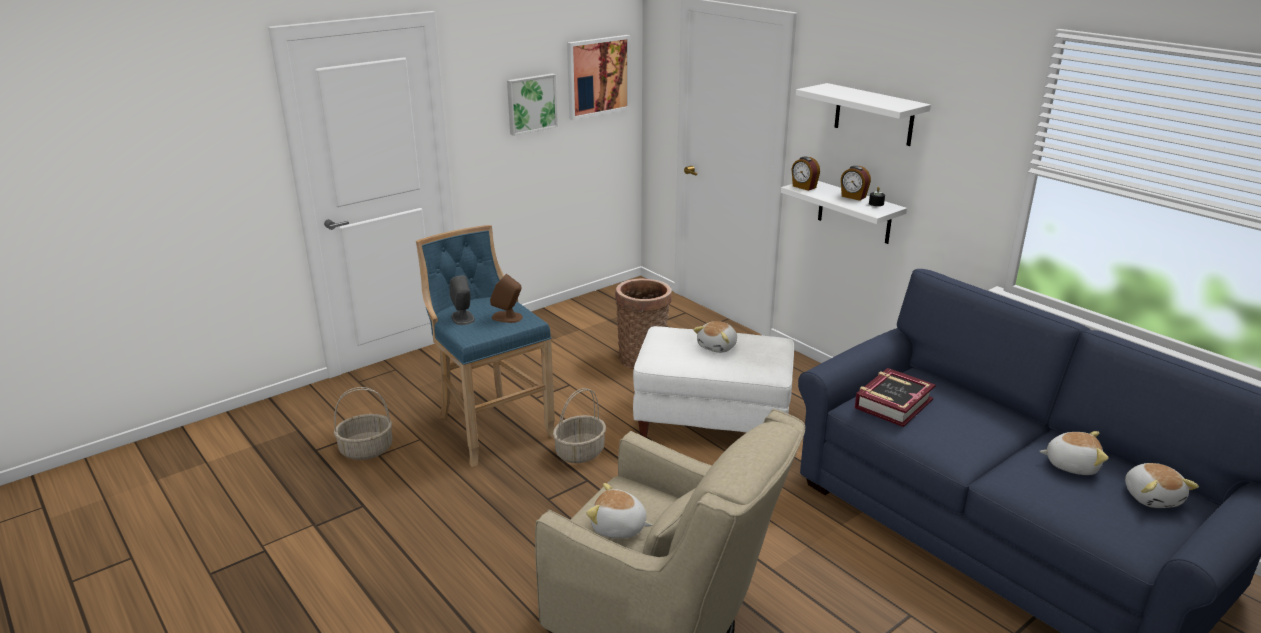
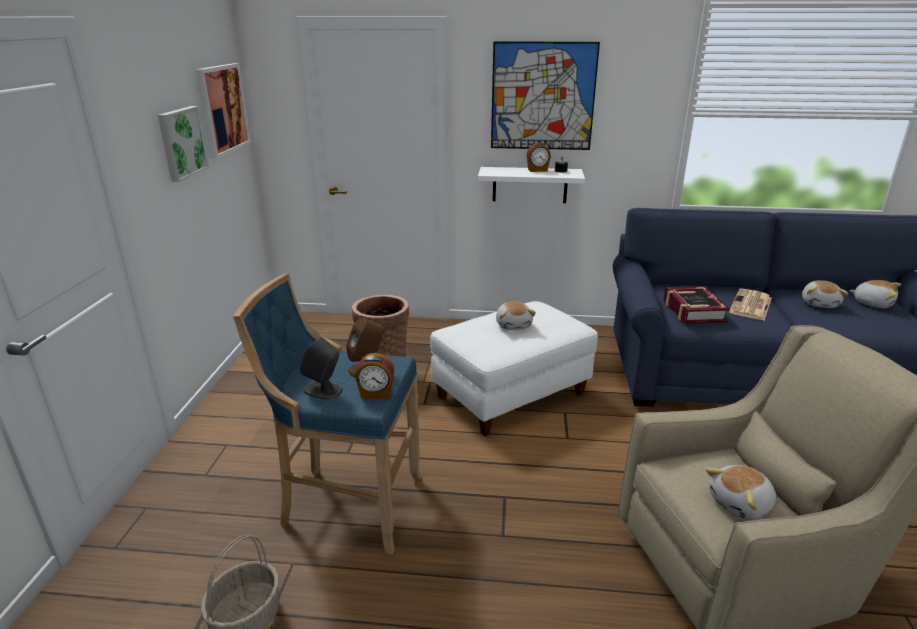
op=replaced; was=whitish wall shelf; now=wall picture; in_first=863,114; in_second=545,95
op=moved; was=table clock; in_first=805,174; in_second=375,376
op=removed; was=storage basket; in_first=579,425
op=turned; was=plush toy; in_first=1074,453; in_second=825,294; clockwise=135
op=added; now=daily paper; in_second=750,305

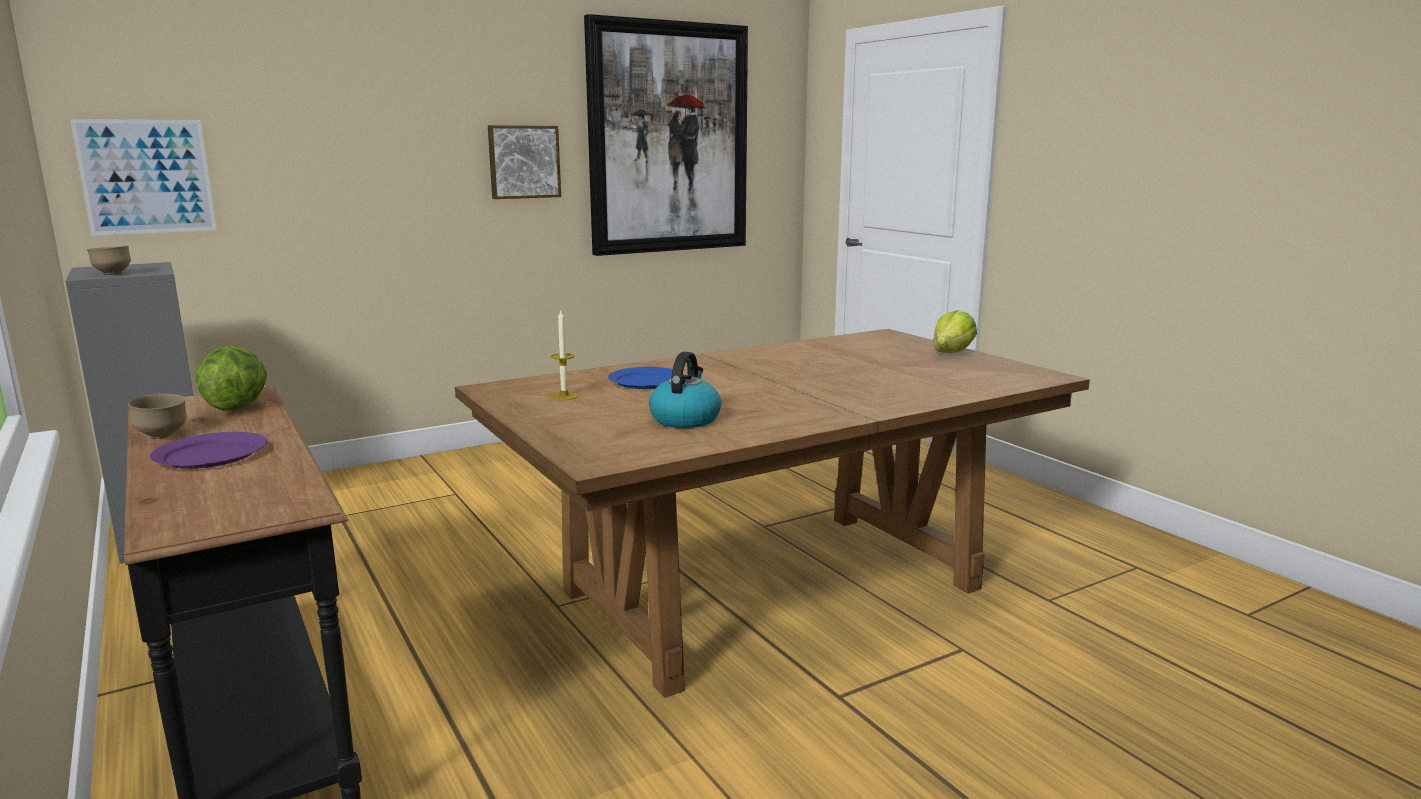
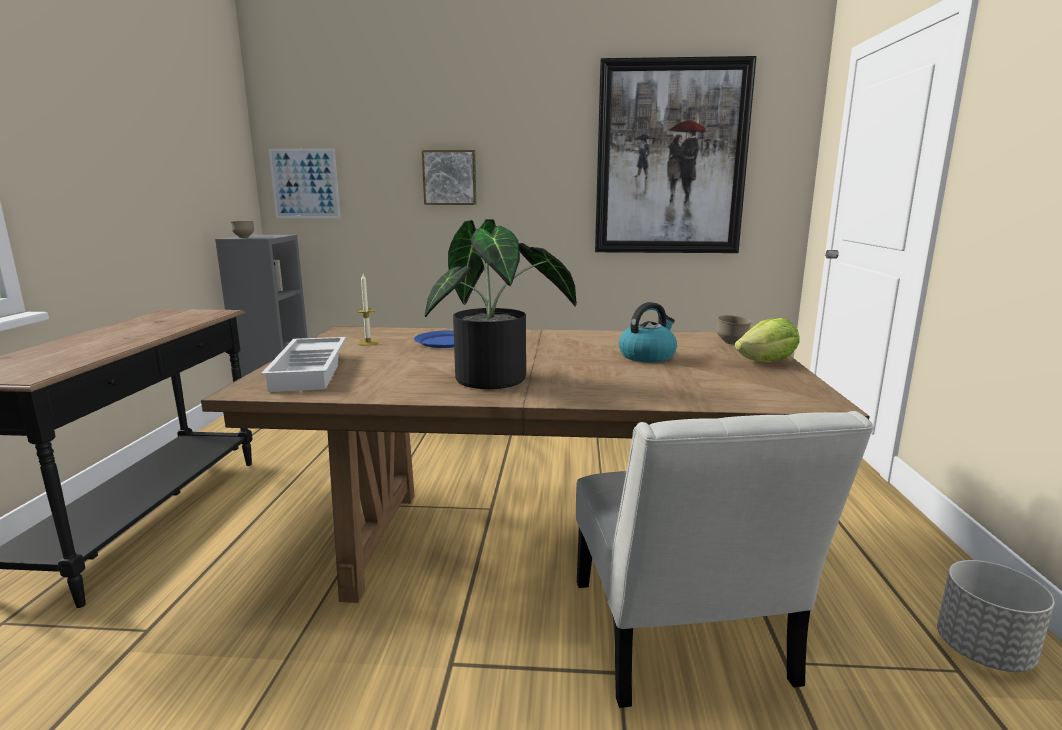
op=moved; was=wall picture; in_first=524,162; in_second=449,177
op=removed; was=head of lettuce; in_first=231,378
op=moved; was=water kettle; in_first=685,390; in_second=648,332
op=moved; was=brown-coloured deep dish; in_first=157,416; in_second=733,329
op=removed; was=purple flat dish; in_first=208,450
op=added; now=houseplant; in_second=501,304
op=added; now=whitish tray; in_second=303,364
op=added; now=whitish upright chair; in_second=725,559
op=added; now=greyish plant pot; in_second=995,616

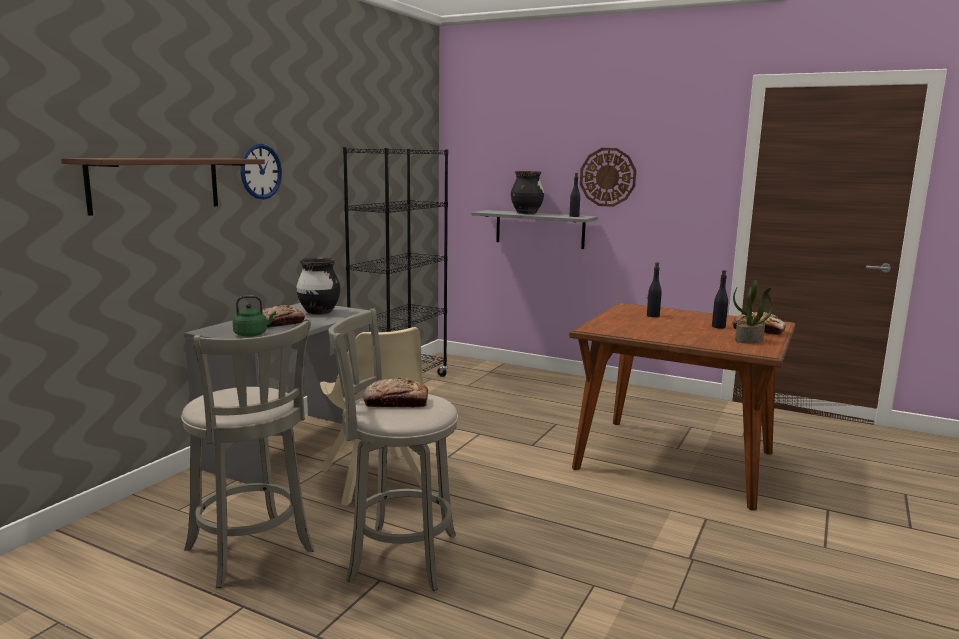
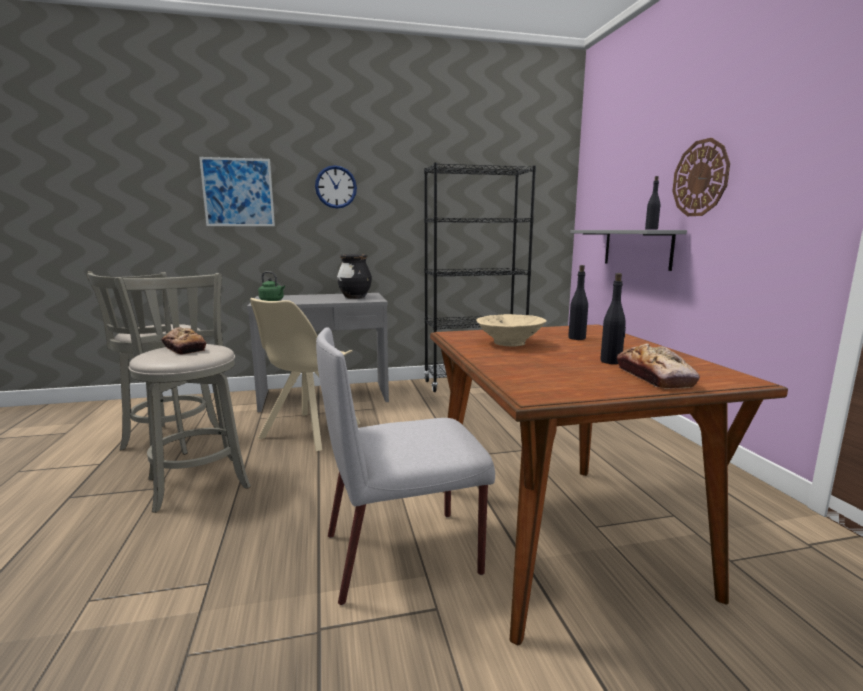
op=replaced; was=brown-coloured wall shelf; now=wall picture; in_first=163,187; in_second=237,191
op=removed; was=blackish vase; in_first=527,192
op=removed; was=houseplant; in_first=753,311
op=removed; was=bakery bread; in_first=283,316
op=added; now=beige deep dish; in_second=511,330
op=added; now=greyish upright chair; in_second=405,466

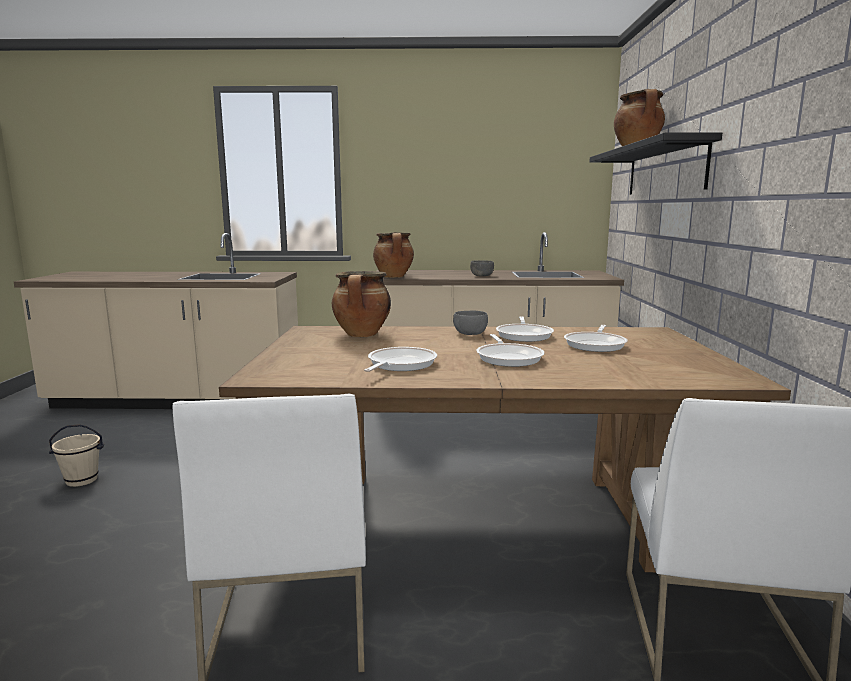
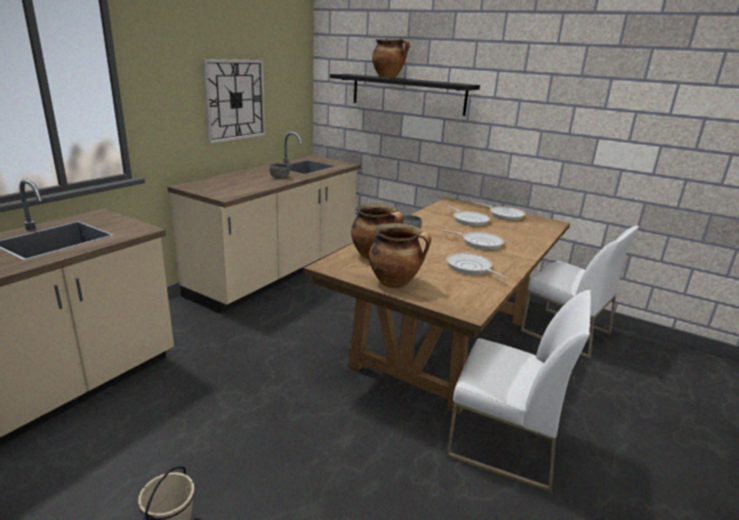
op=moved; was=cooking pot; in_first=393,255; in_second=400,255
op=moved; was=skillet; in_first=525,329; in_second=500,211
op=added; now=hanging clock; in_second=233,101

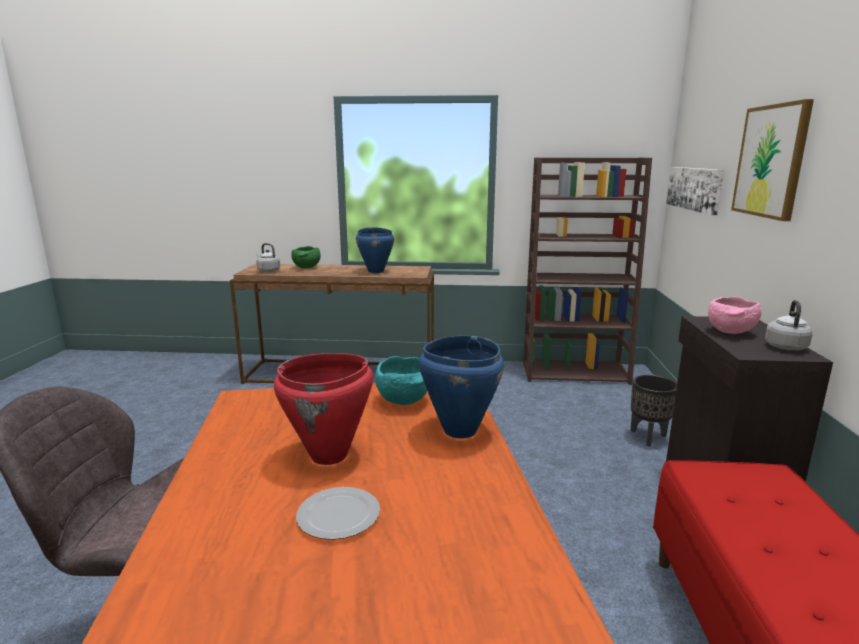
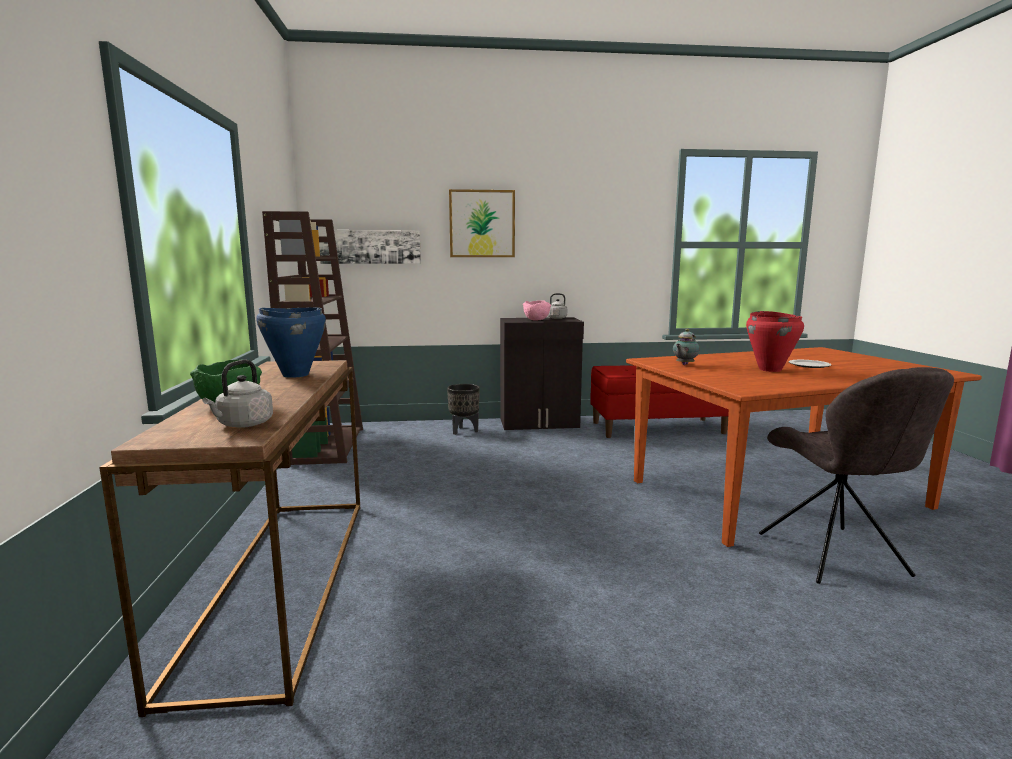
op=removed; was=bluish cooking pot; in_first=461,387
op=replaced; was=turquoise deep dish; now=tea pot; in_first=401,380; in_second=686,347

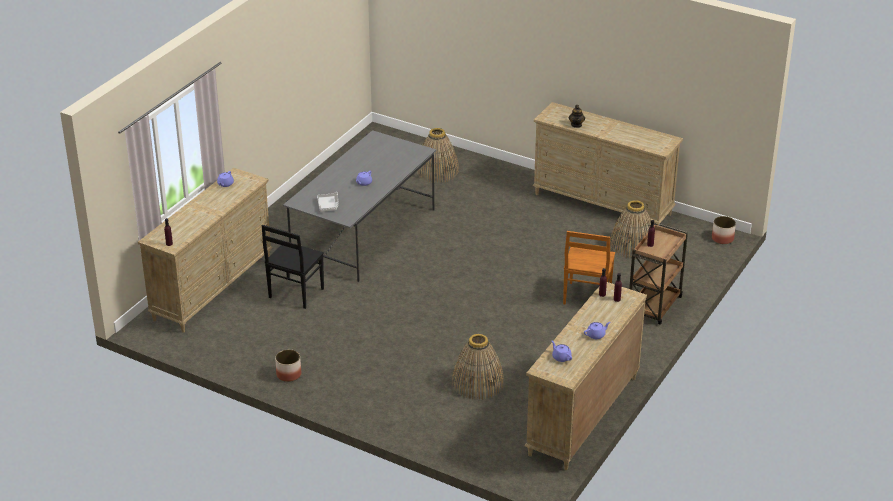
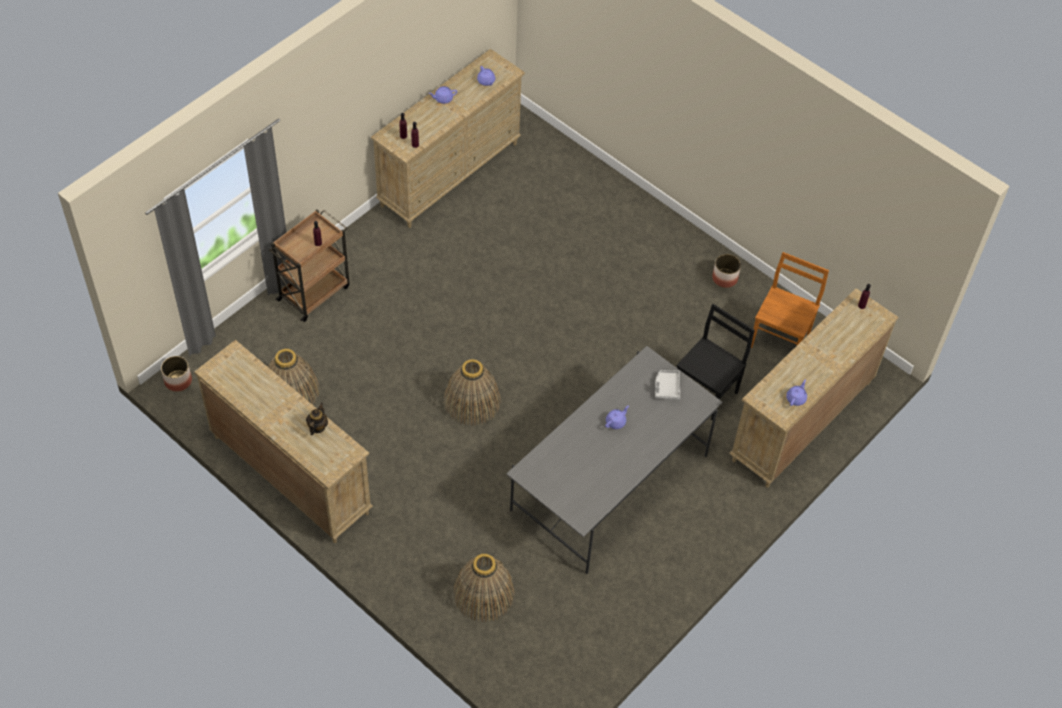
op=moved; was=brown-coloured upright chair; in_first=589,267; in_second=790,300
op=moved; was=storage basket; in_first=478,367; in_second=472,392

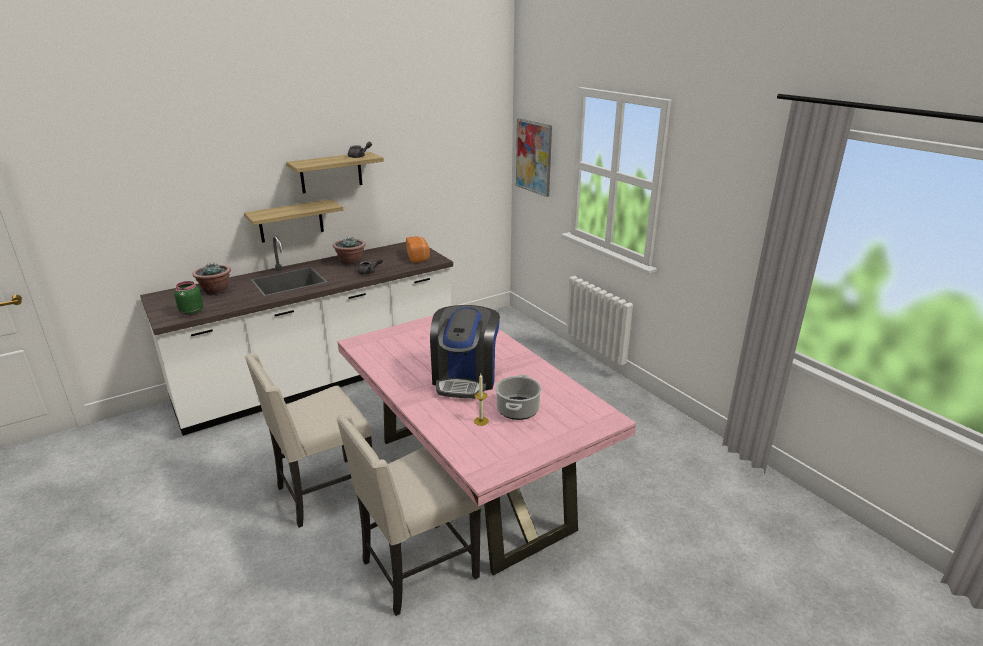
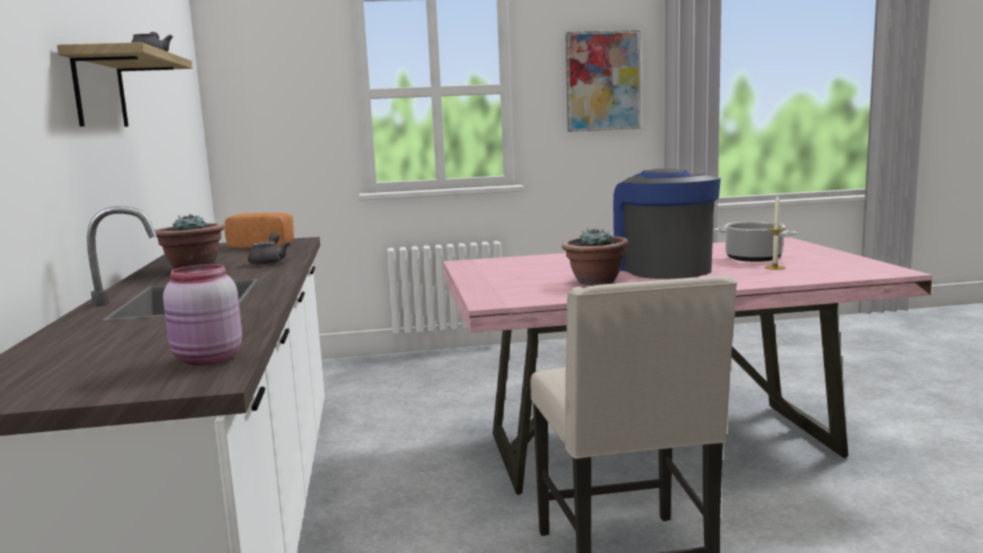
op=moved; was=wall picture; in_first=534,157; in_second=603,81
op=removed; was=wall shelf; in_first=293,221
op=moved; was=houseplant; in_first=211,279; in_second=595,257
op=recoloured; was=green-coloured preserve jar; now=pinkish preserve jar; in_first=188,298; in_second=202,315
op=turned; was=coffee maker; in_first=465,351; in_second=667,223; clockwise=-135
op=removed; was=beige upright chair; in_first=409,515

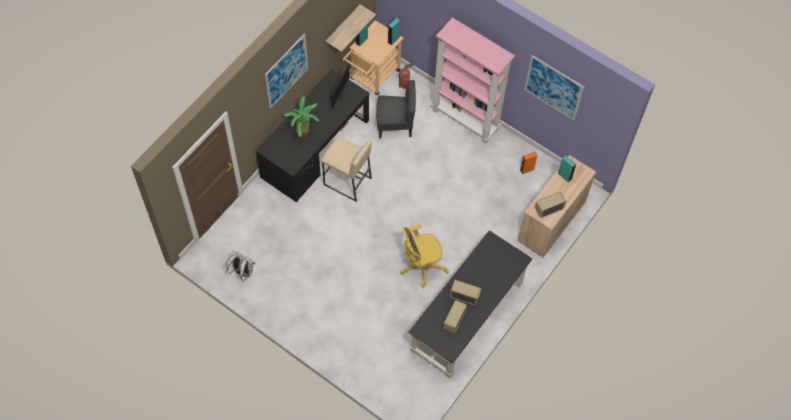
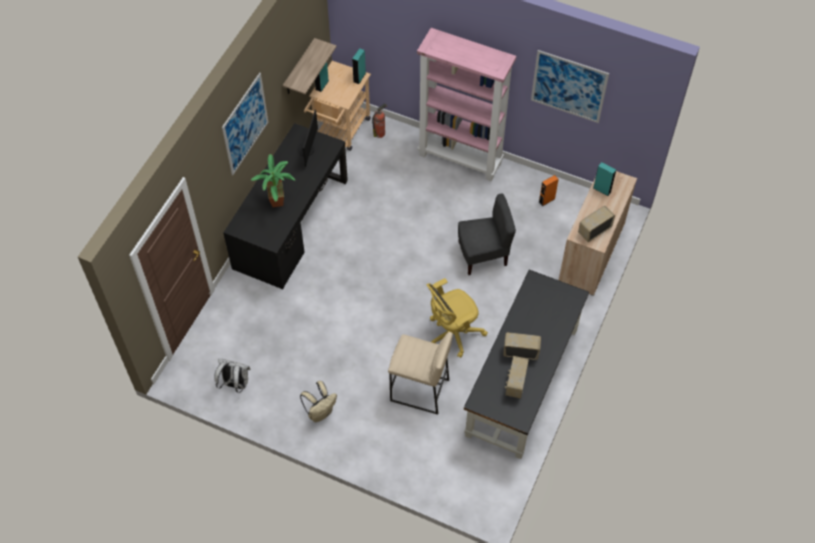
op=moved; was=greyish upright chair; in_first=396,109; in_second=487,234
op=moved; was=beige stool; in_first=346,168; in_second=420,373
op=added; now=beige backpack; in_second=318,401

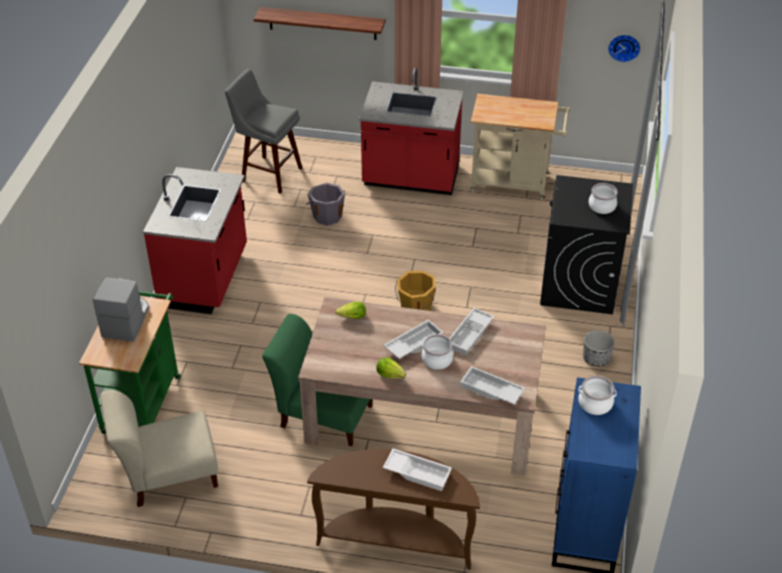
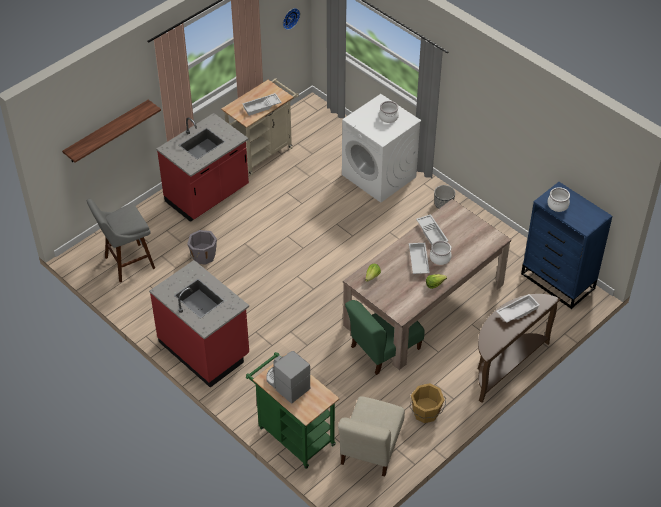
op=recoloured; was=blackish laundry machine; now=whitish laundry machine; in_first=586,244; in_second=381,148
op=moved; was=orange-coloured bucket; in_first=415,291; in_second=428,403
op=moved; was=whitish tray; in_first=492,385; in_second=262,104

